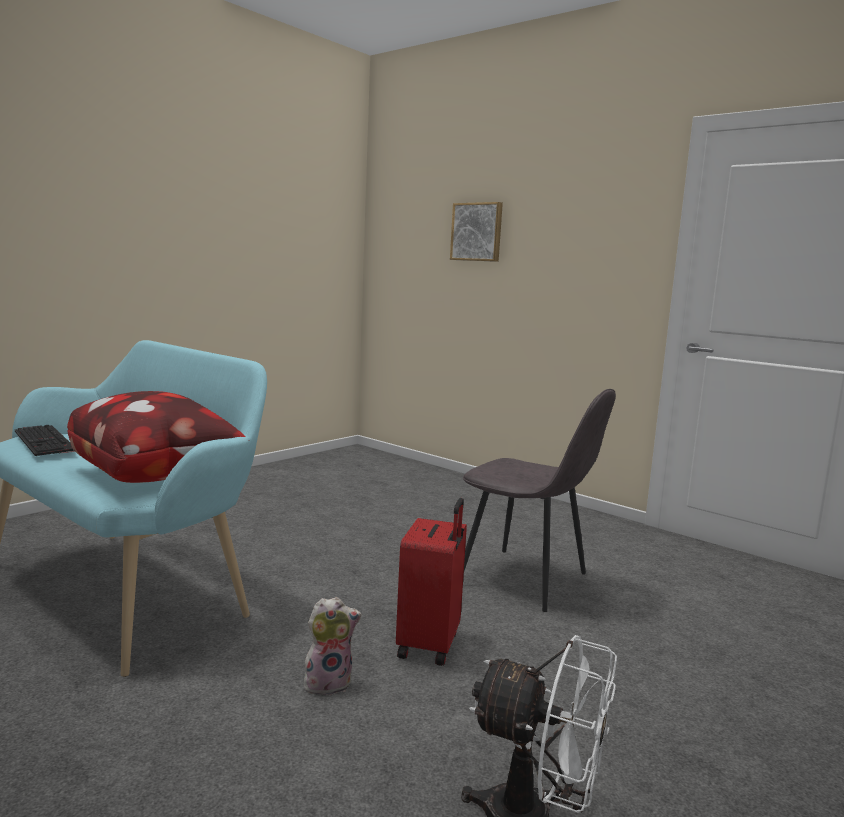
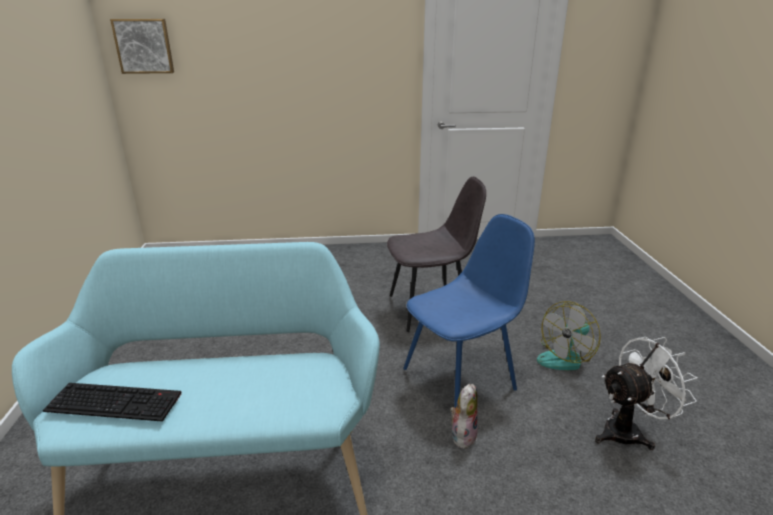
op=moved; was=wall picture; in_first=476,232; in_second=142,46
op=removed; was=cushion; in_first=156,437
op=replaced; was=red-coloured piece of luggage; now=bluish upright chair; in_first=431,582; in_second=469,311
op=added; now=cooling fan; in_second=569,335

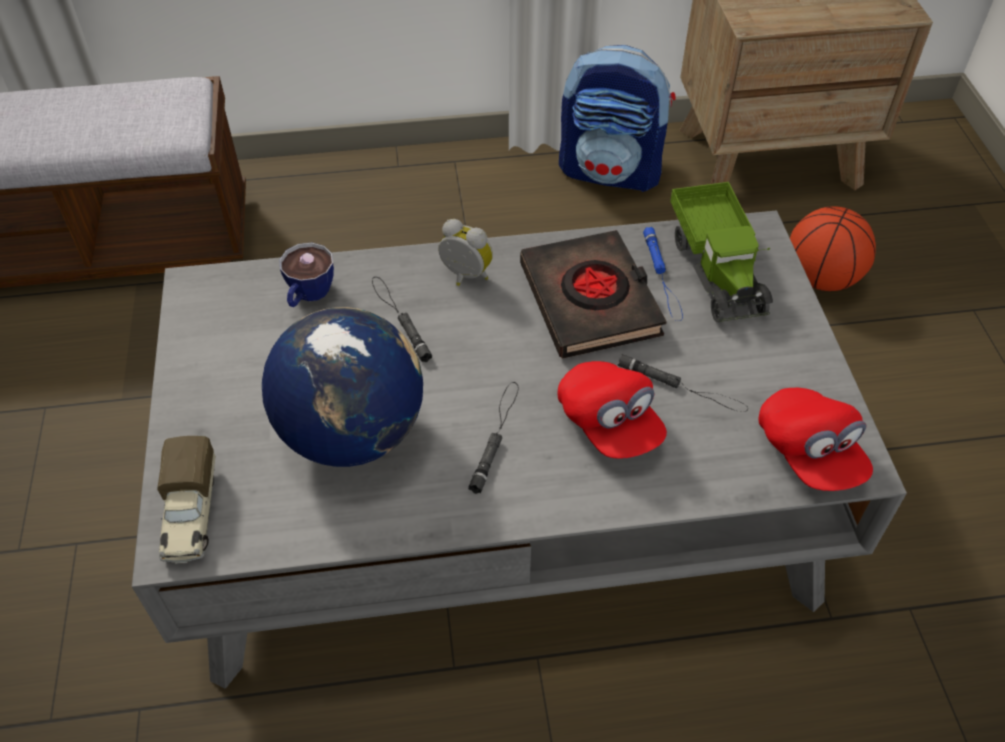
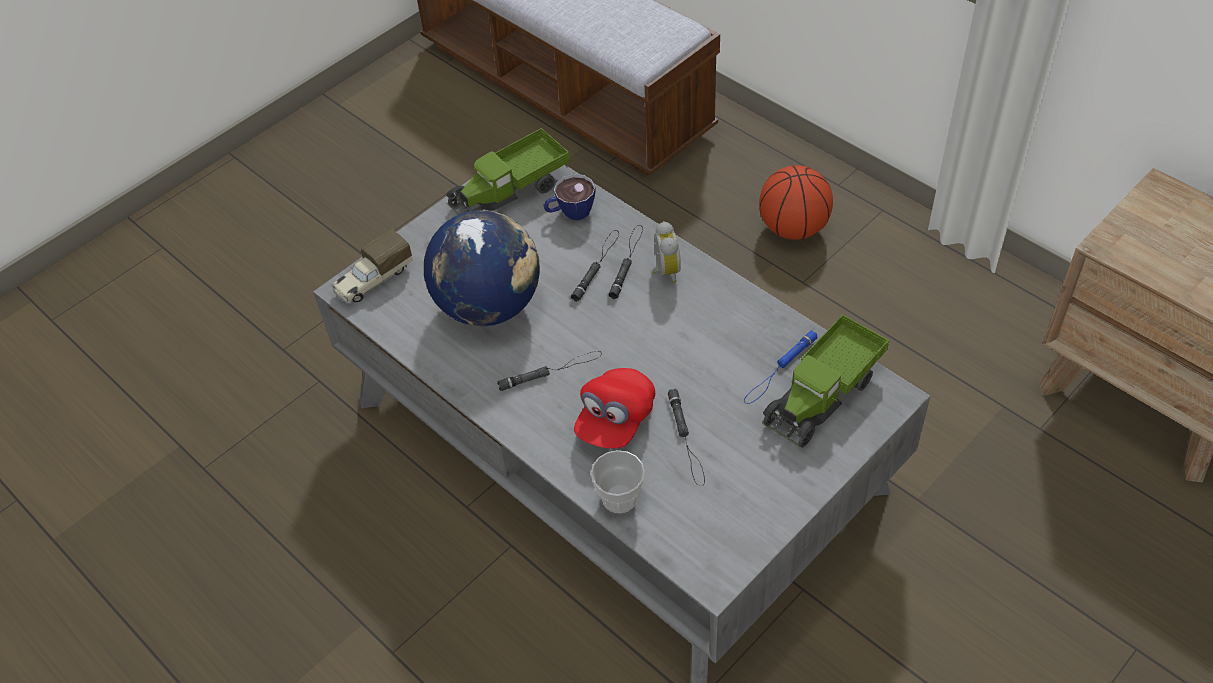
op=removed; was=backpack; in_first=617,118
op=moved; was=basketball; in_first=833,248; in_second=796,202
op=removed; was=blackish volume; in_first=593,294
op=removed; was=red-coloured cap; in_first=816,439
op=added; now=model truck; in_second=508,171
op=added; now=blackish torch; in_second=626,262
op=added; now=cup; in_second=618,481

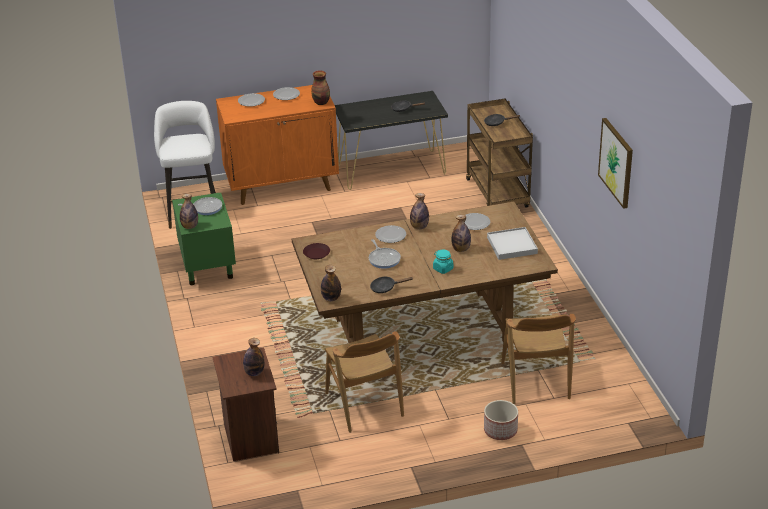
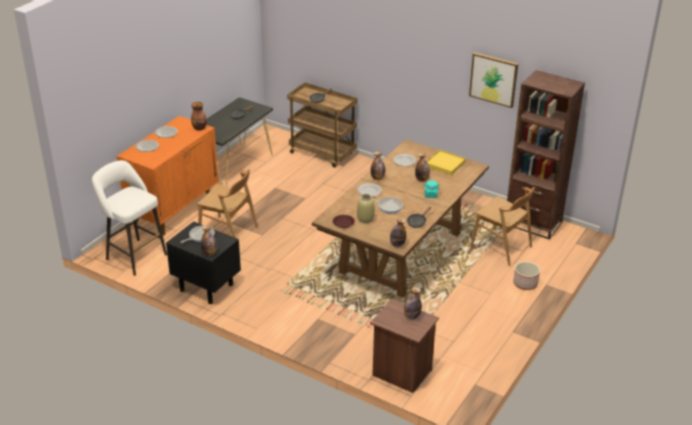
op=recoloured; was=green-coloured bedside table; now=blackish bedside table; in_first=204,239; in_second=203,263
op=recoloured; was=whitish tray; now=yellow tray; in_first=512,243; in_second=446,162
op=moved; was=brown-coloured upright chair; in_first=364,382; in_second=227,209
op=added; now=brown-coloured shelving unit; in_second=546,155
op=added; now=beige vase; in_second=366,208

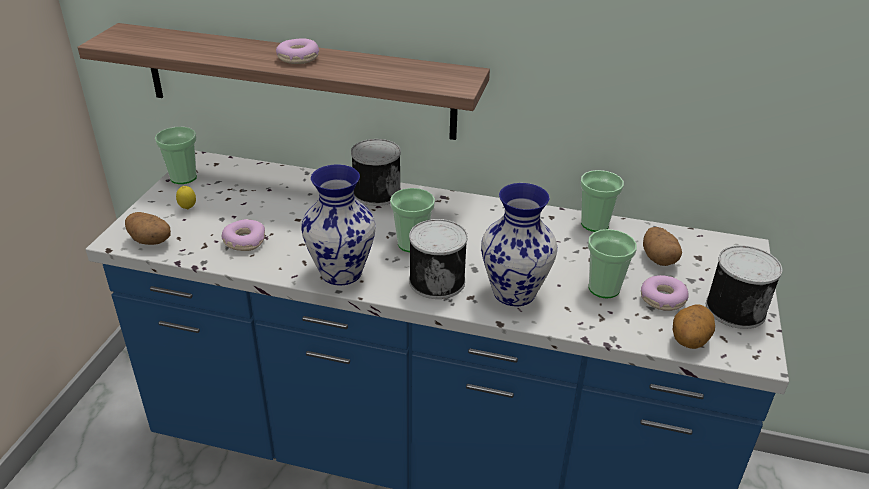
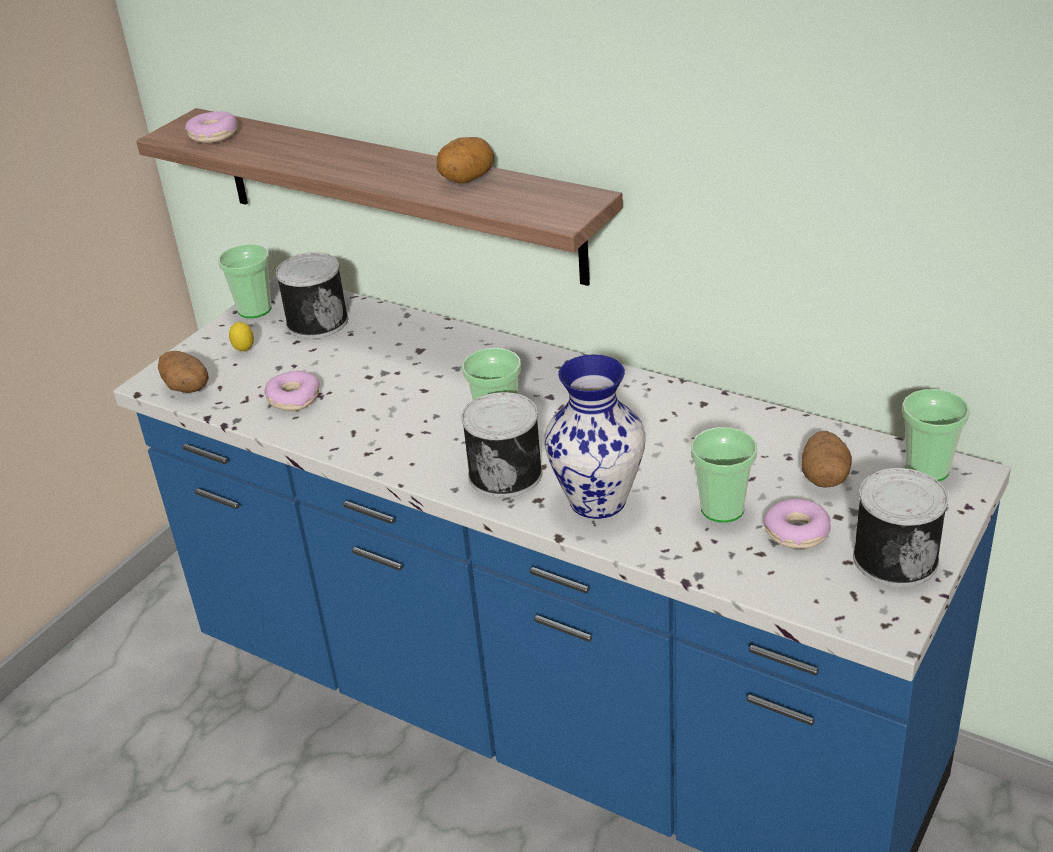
op=moved; was=doughnut; in_first=297,51; in_second=211,127
op=moved; was=metal can; in_first=376,172; in_second=312,295
op=removed; was=vase; in_first=338,225
op=moved; was=cup; in_first=602,201; in_second=936,435
op=moved; was=spud; in_first=694,326; in_second=465,160

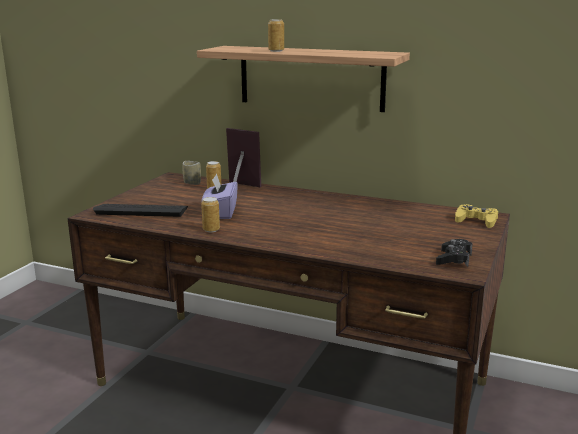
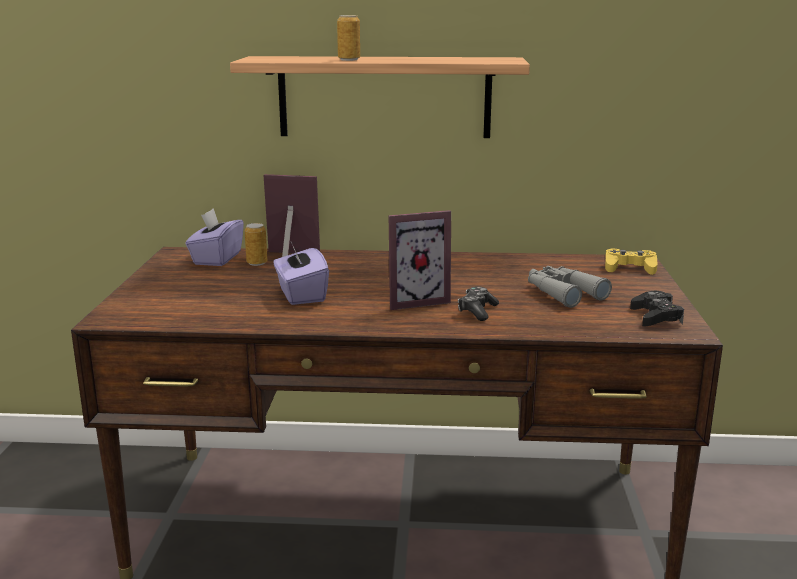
op=replaced; was=cup; now=purple box of tissues; in_first=191,173; in_second=214,237
op=removed; was=metal can; in_first=210,214
op=removed; was=computer keyboard; in_first=140,210
op=added; now=photo frame; in_second=420,260
op=added; now=greyish field glasses; in_second=570,287
op=added; now=gamepad; in_second=478,303

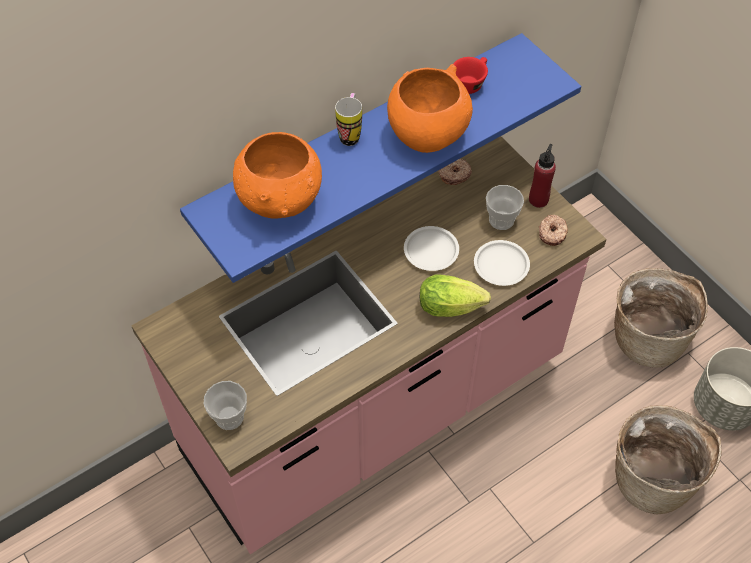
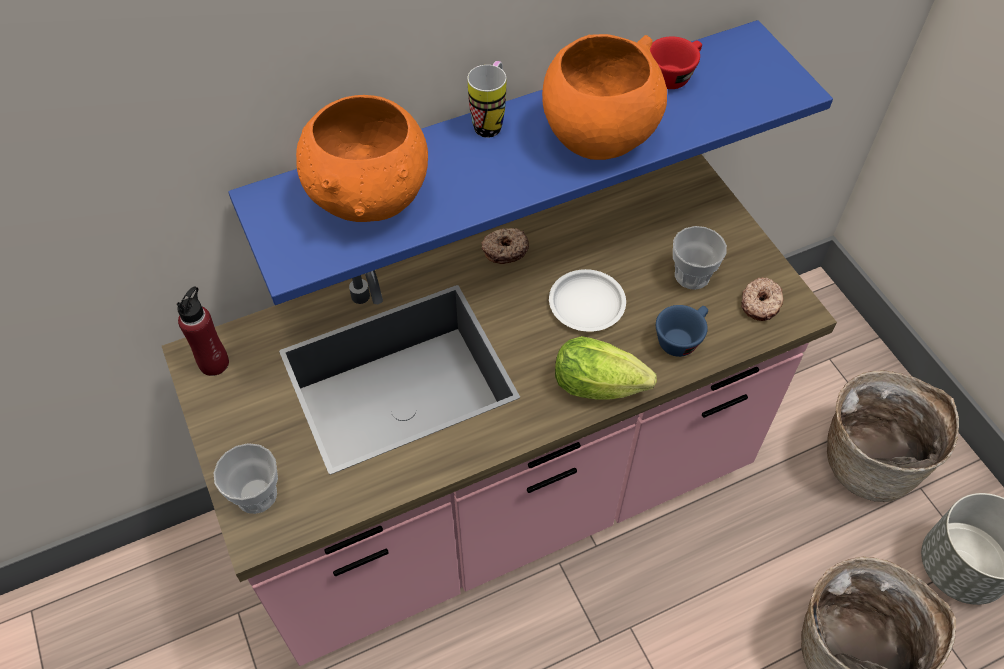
op=moved; was=red-coloured drink bottle; in_first=542,176; in_second=203,331
op=moved; was=doughnut; in_first=455,172; in_second=505,246
op=replaced; was=whitish flat dish; now=bluish cup; in_first=502,263; in_second=682,331

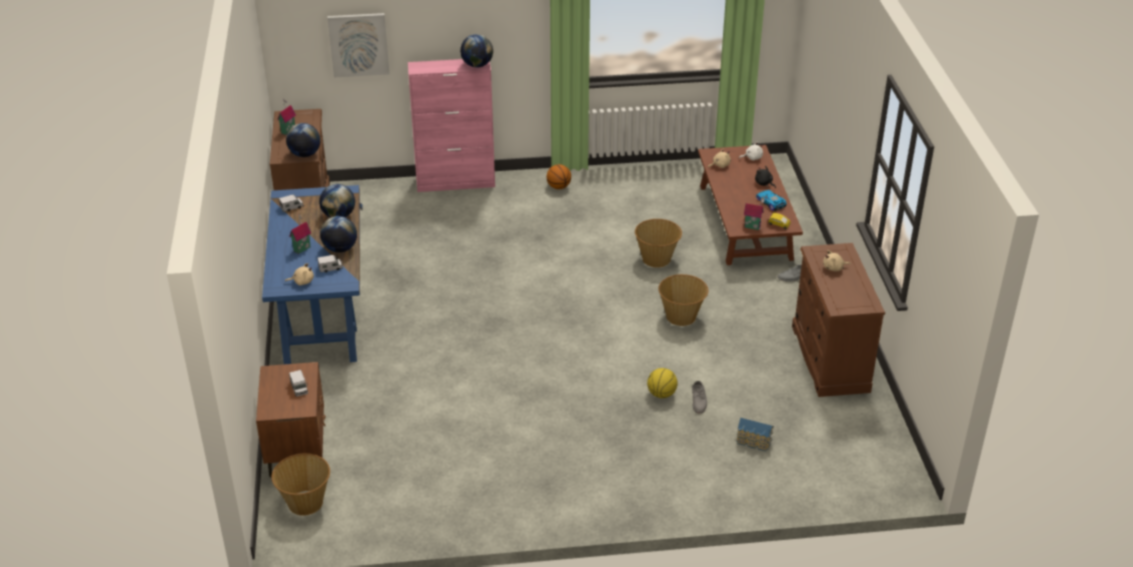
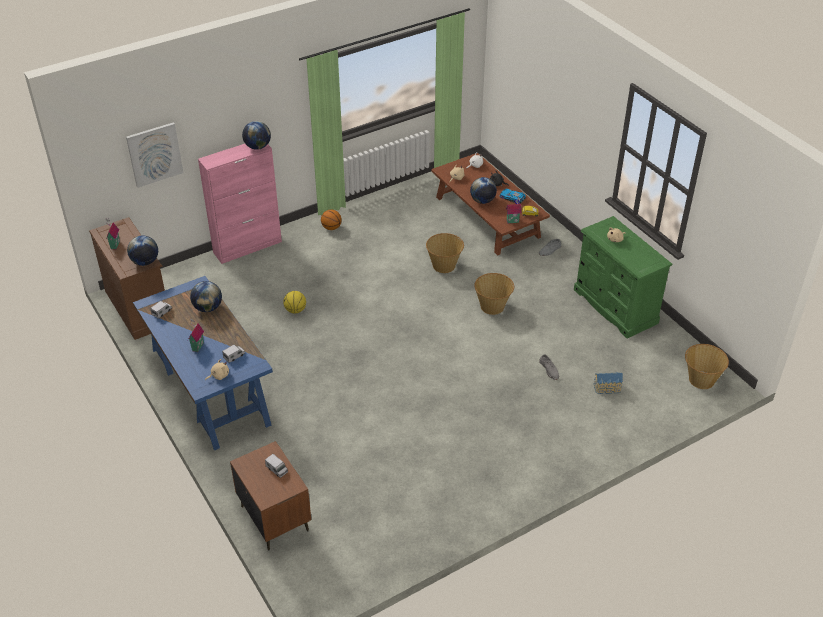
op=moved; was=world globe; in_first=338,234; in_second=483,190
op=recoloured; was=brown-coloured chest of drawers; now=green-coloured chest of drawers; in_first=838,320; in_second=623,277
op=moved; was=basketball; in_first=662,383; in_second=294,302
op=moved; was=storage basket; in_first=300,484; in_second=707,366

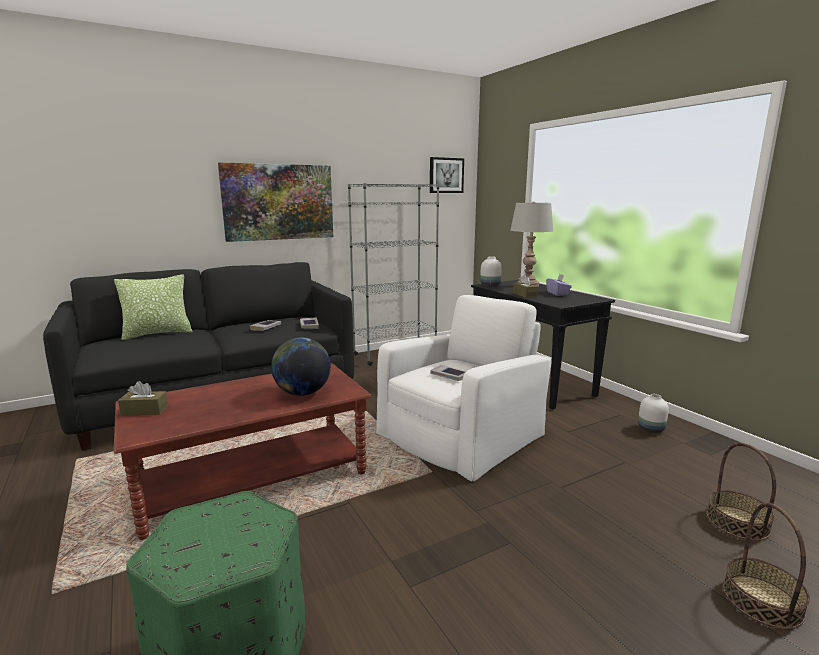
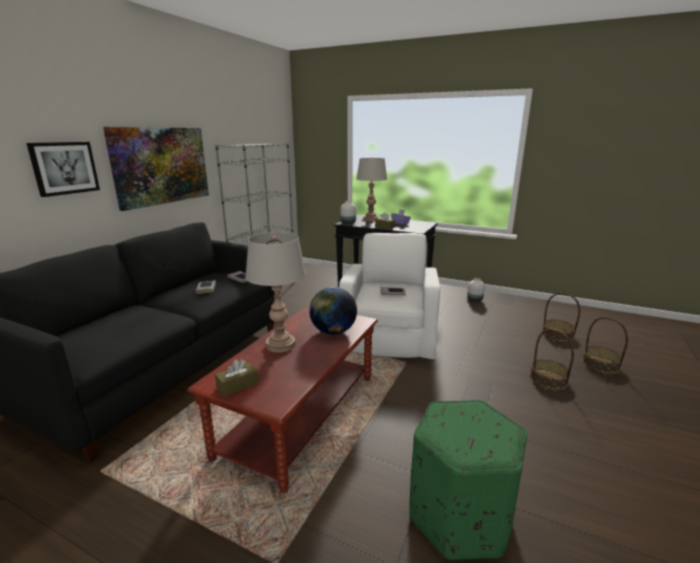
op=moved; was=wall picture; in_first=447,175; in_second=63,169
op=removed; was=cushion; in_first=153,307
op=added; now=greyish table lamp; in_second=275,292
op=added; now=storage basket; in_second=552,359

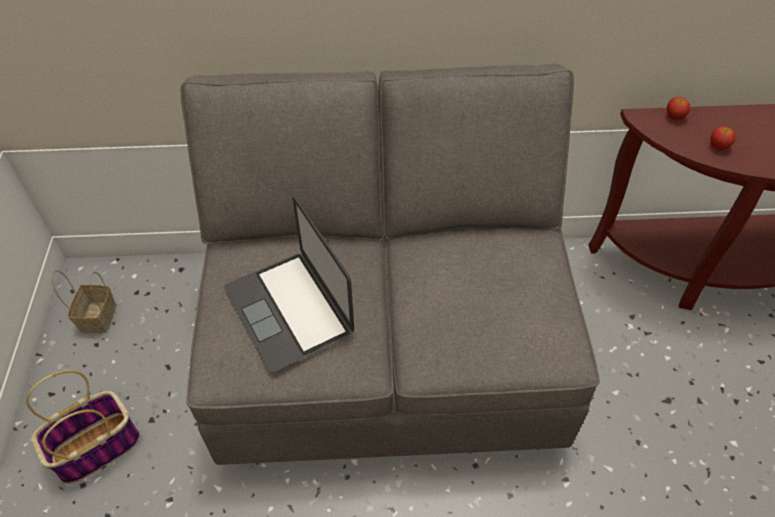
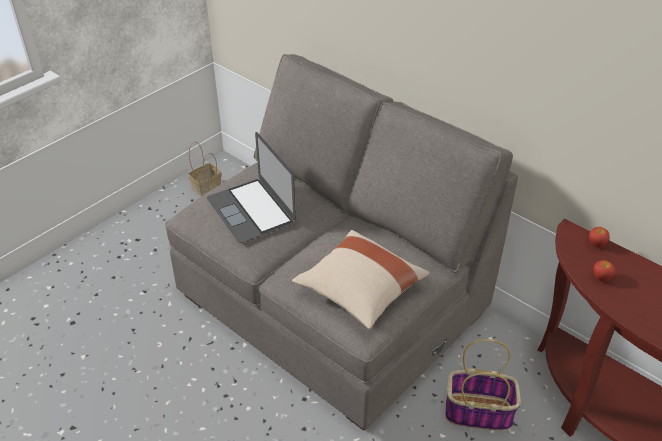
op=turned; was=notebook computer; in_first=289,284; in_second=251,187; clockwise=-45
op=moved; was=storage basket; in_first=83,427; in_second=483,385
op=added; now=beige cushion; in_second=361,279

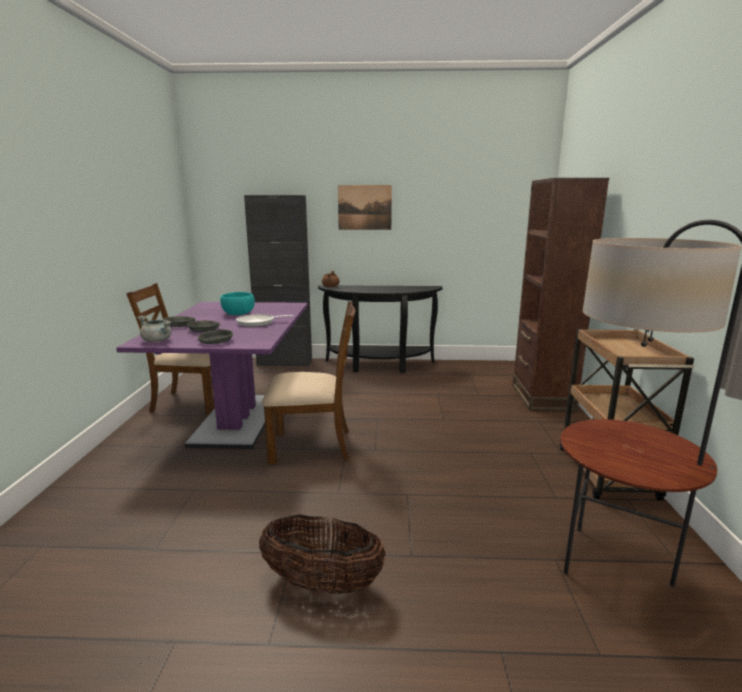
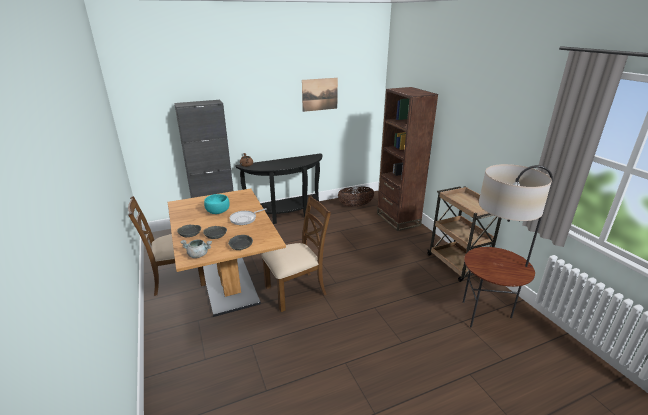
op=moved; was=wall picture; in_first=365,207; in_second=320,95
op=recoloured; was=purple dining table; now=brown-coloured dining table; in_first=212,375; in_second=227,253
op=moved; was=storage basket; in_first=322,555; in_second=356,196

